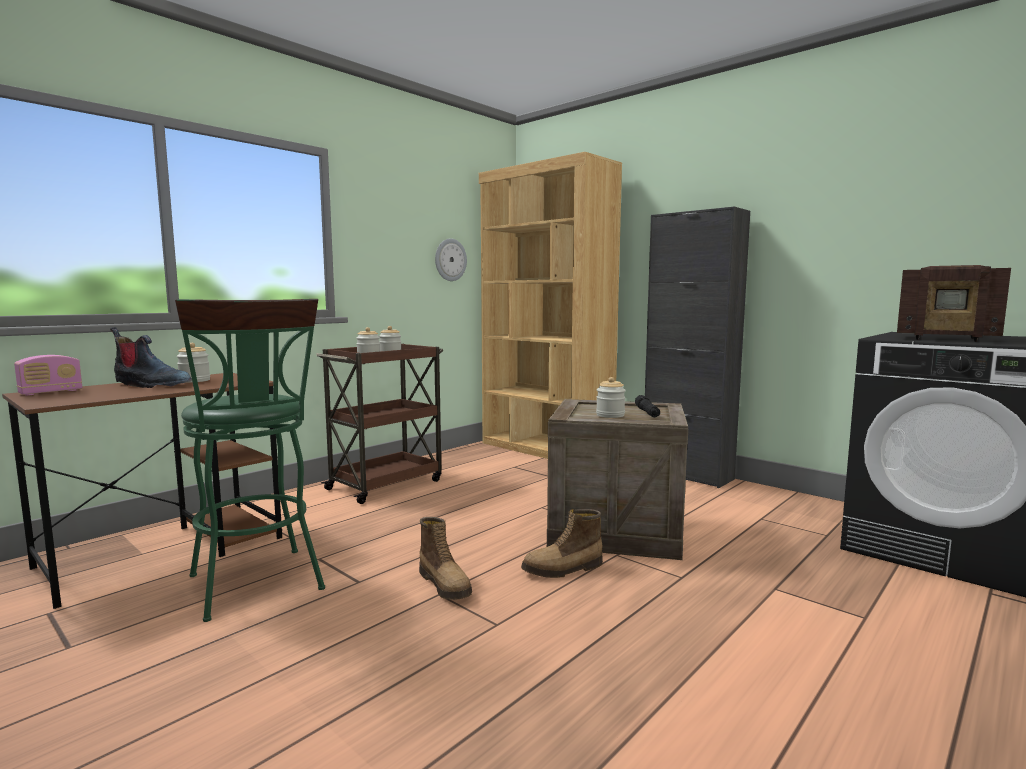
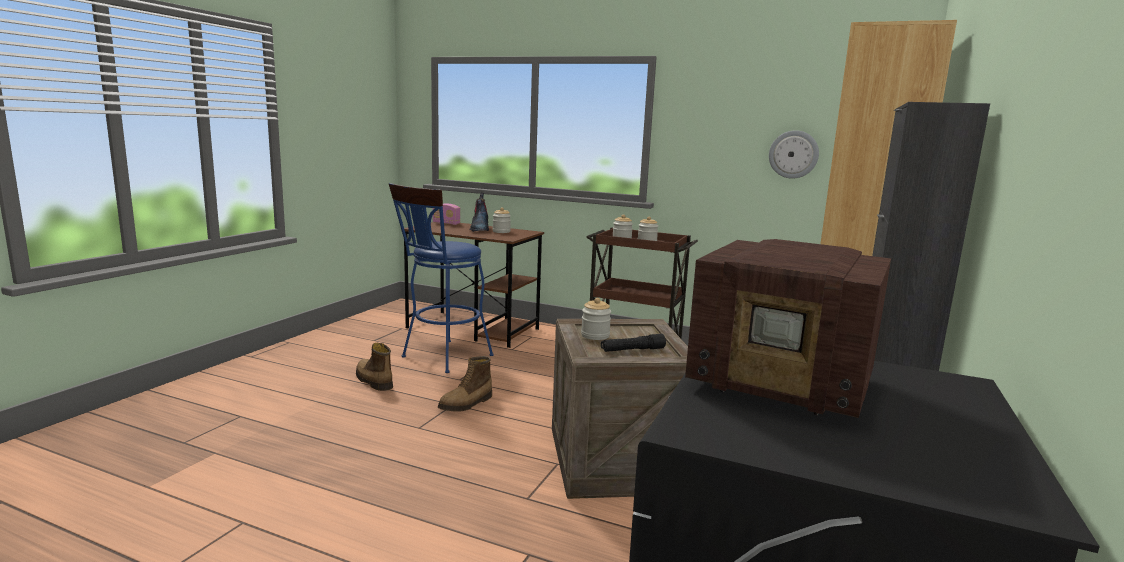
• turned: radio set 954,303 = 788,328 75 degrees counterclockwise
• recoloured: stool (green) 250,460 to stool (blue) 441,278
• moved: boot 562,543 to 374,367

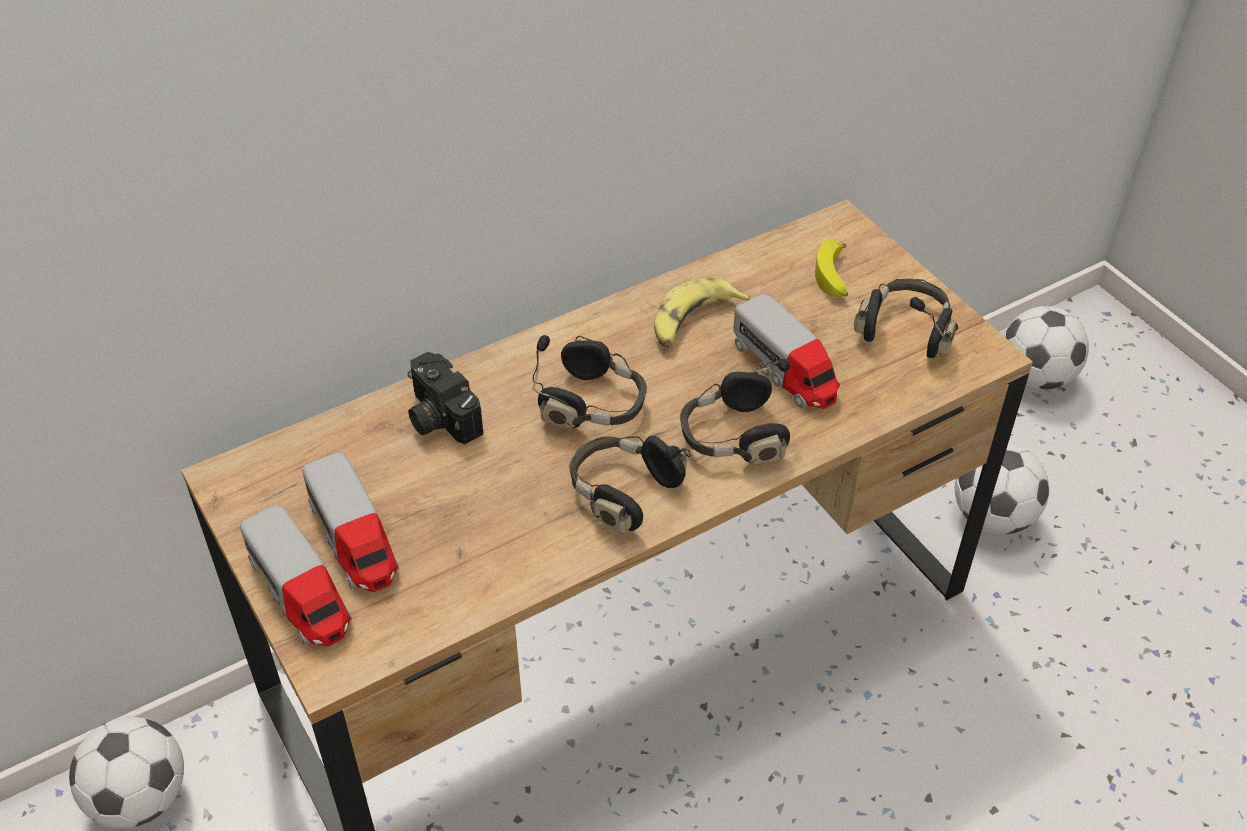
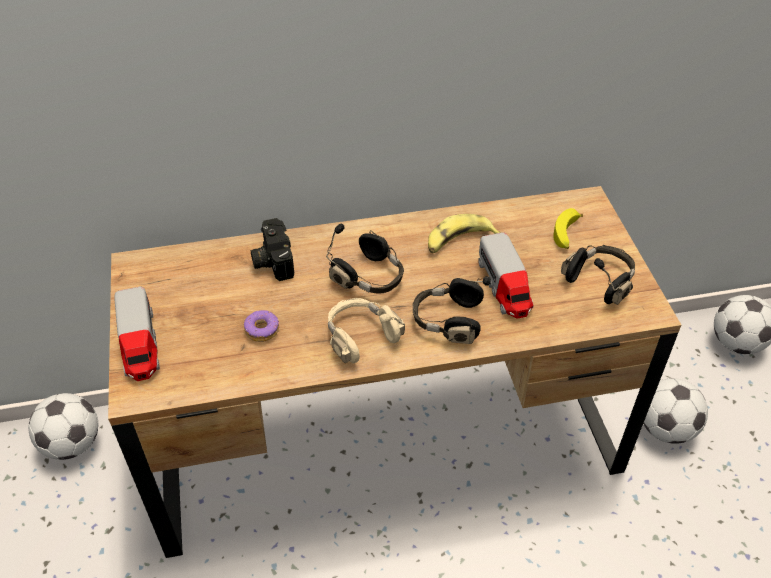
• recoloured: headset (blackish) 630,485 to headset (beige) 366,330
• removed: toy truck 350,522
• added: doughnut 261,326

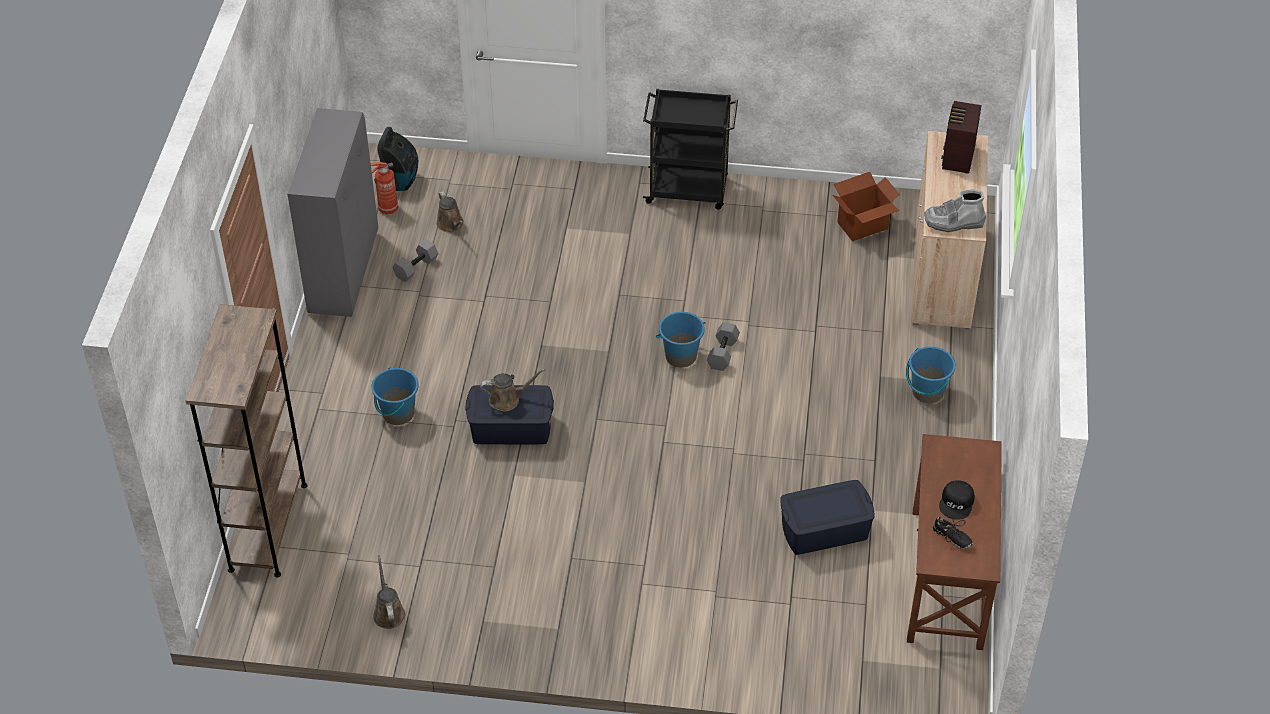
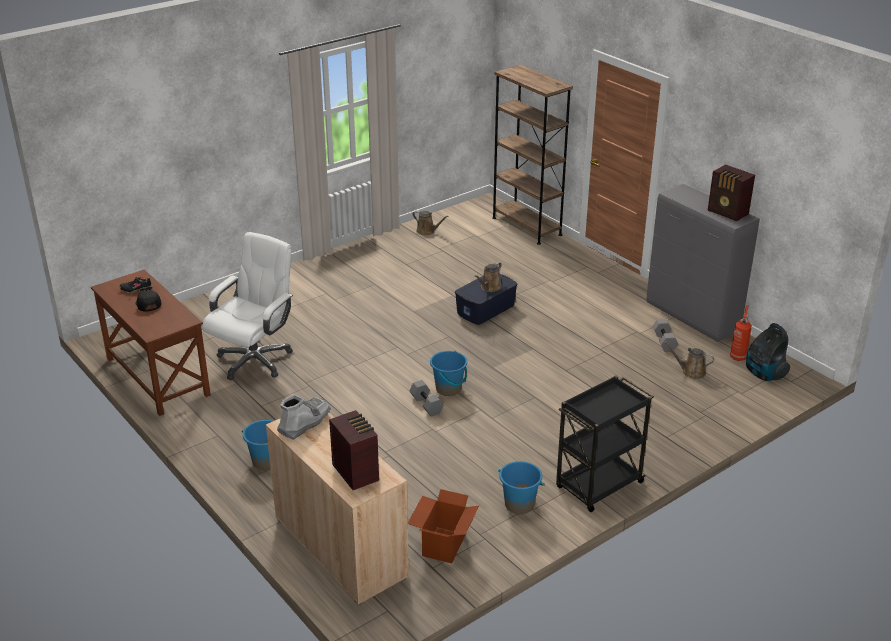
• moved: pail (blue) 395,396 to 521,487
• replaced: storage bin (blue) 827,517 to office chair (white-coloured) 247,306
• added: radio set 731,193

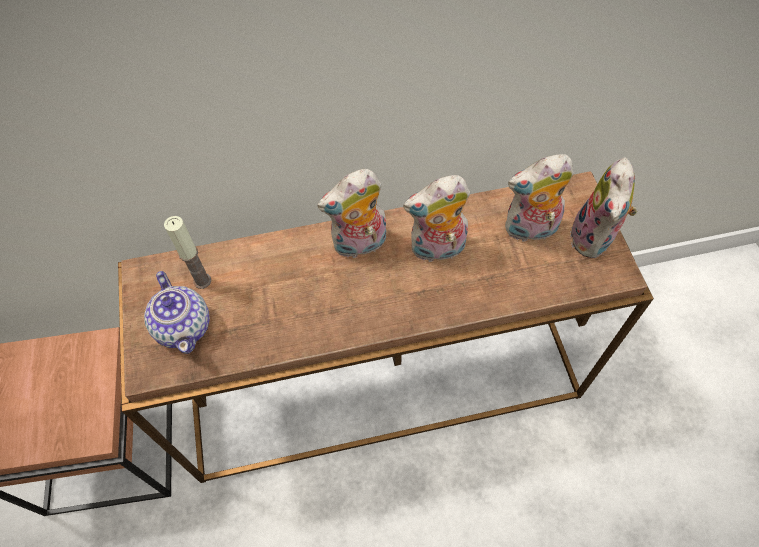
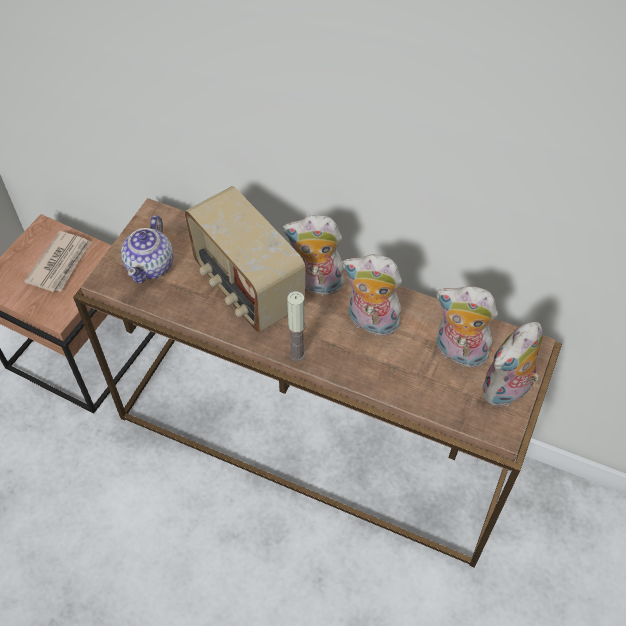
• moved: wax light 187,252 to 296,326
• added: radio set 244,259
• added: newspaper 57,261

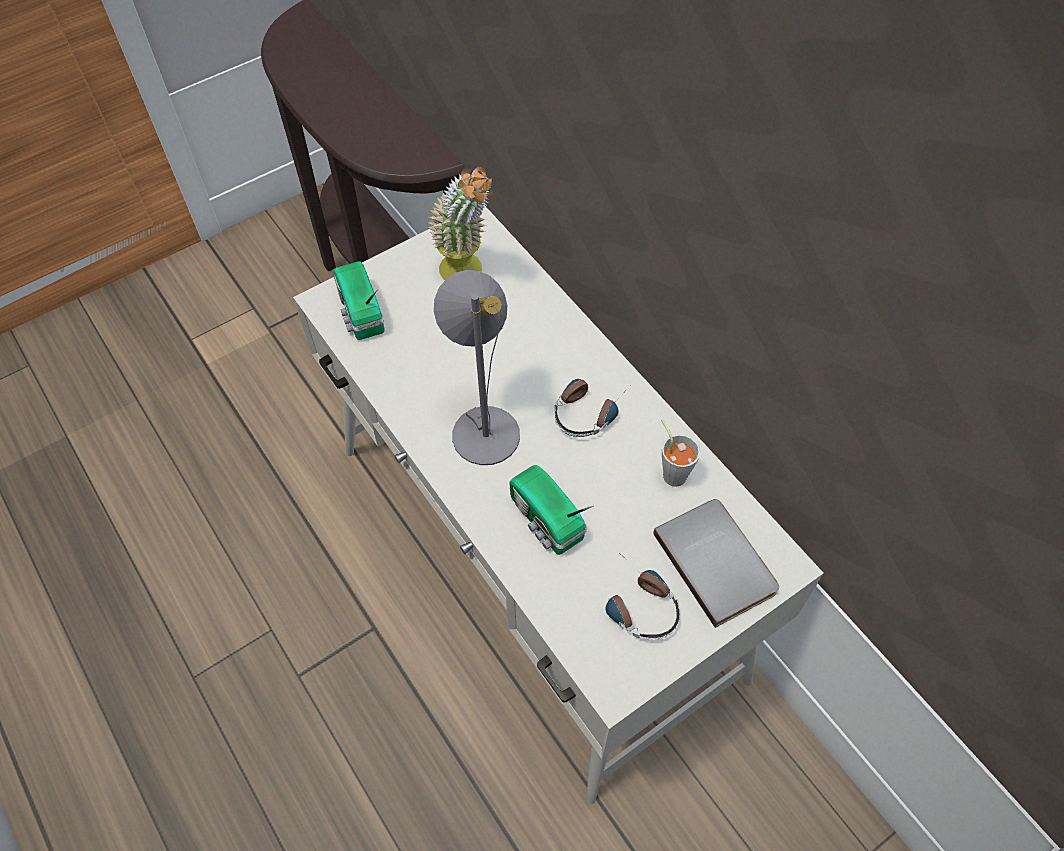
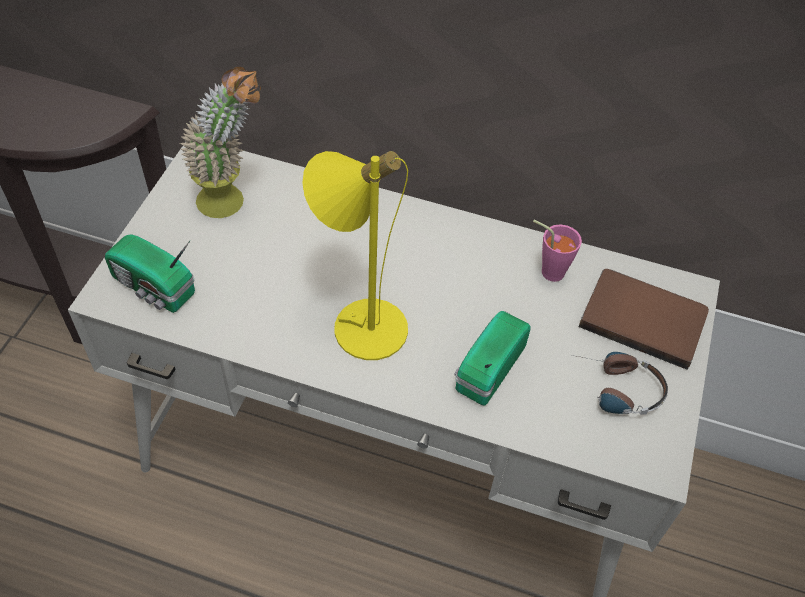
• recoloured: tabletop lamp (grey) 477,367 to tabletop lamp (yellow) 355,255
• removed: headset 592,408
• recoloured: cup (grey) 680,453 to cup (pinkish) 557,251
• turned: radio set 551,510 = 492,358 105 degrees clockwise
• recoloured: volume (grey) 716,563 to volume (brown-coloured) 644,319

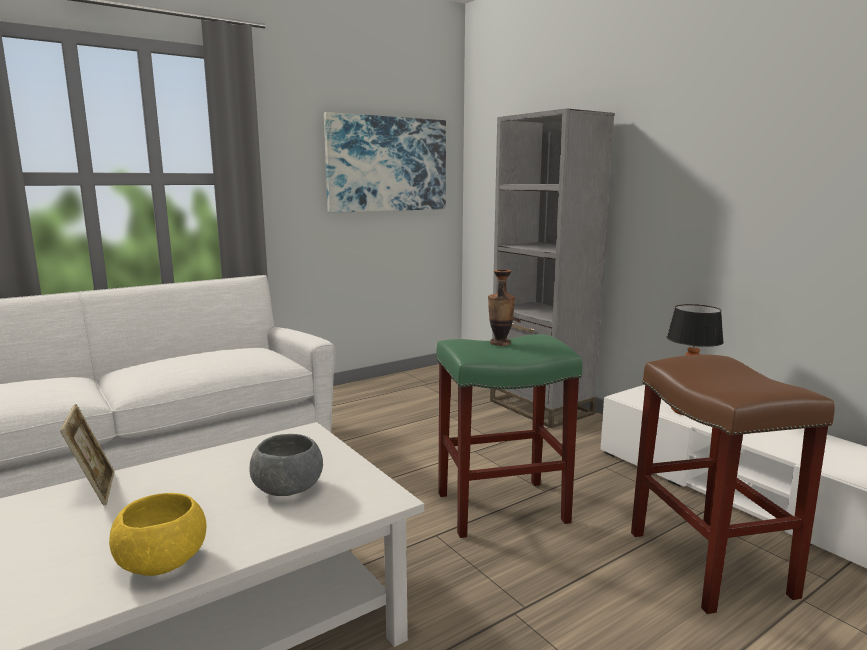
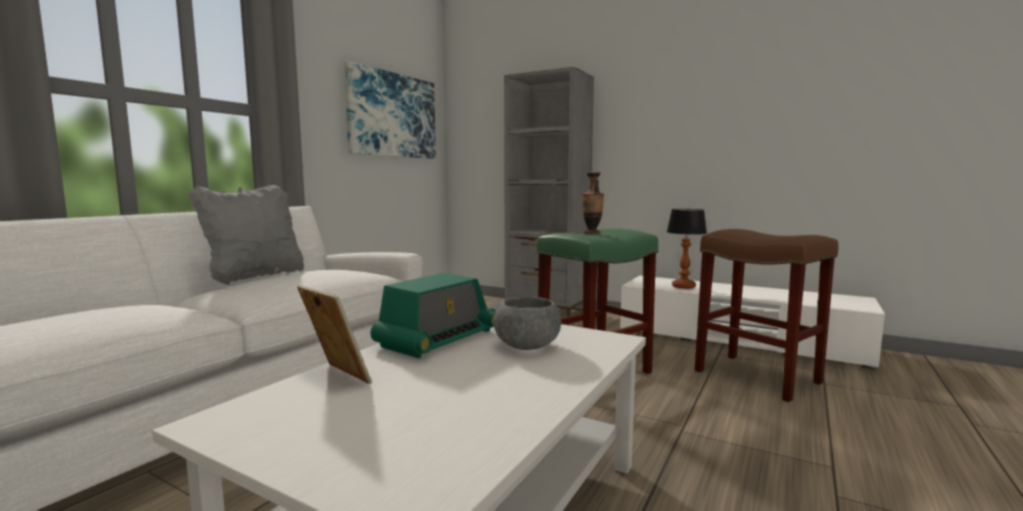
• removed: serving bowl (yellow) 157,534
• added: pillow (grey) 246,235
• added: radio set 433,315

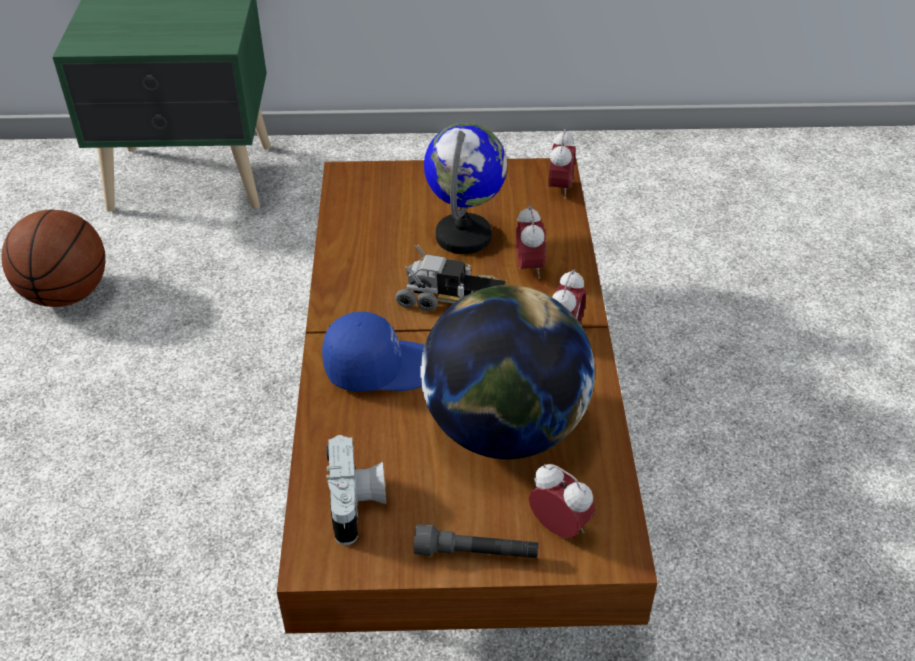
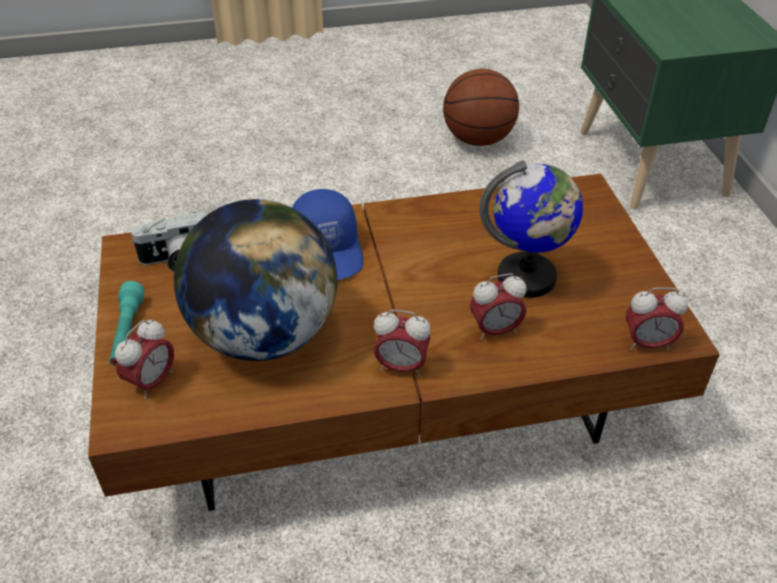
• removed: toy truck 451,278
• recoloured: hand torch (grey) 476,541 to hand torch (turquoise-coloured) 127,323

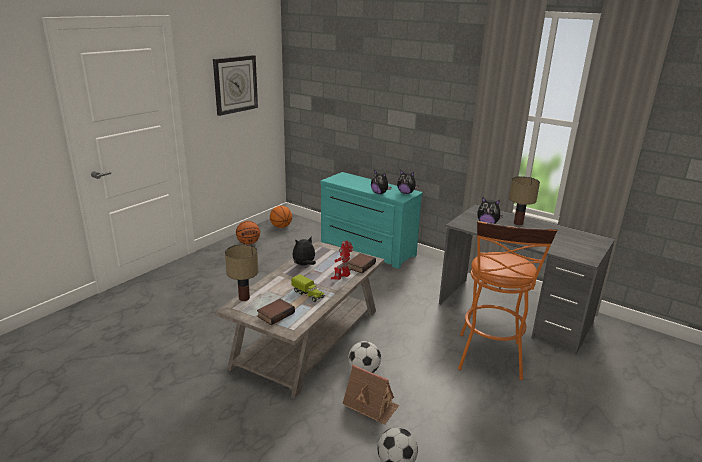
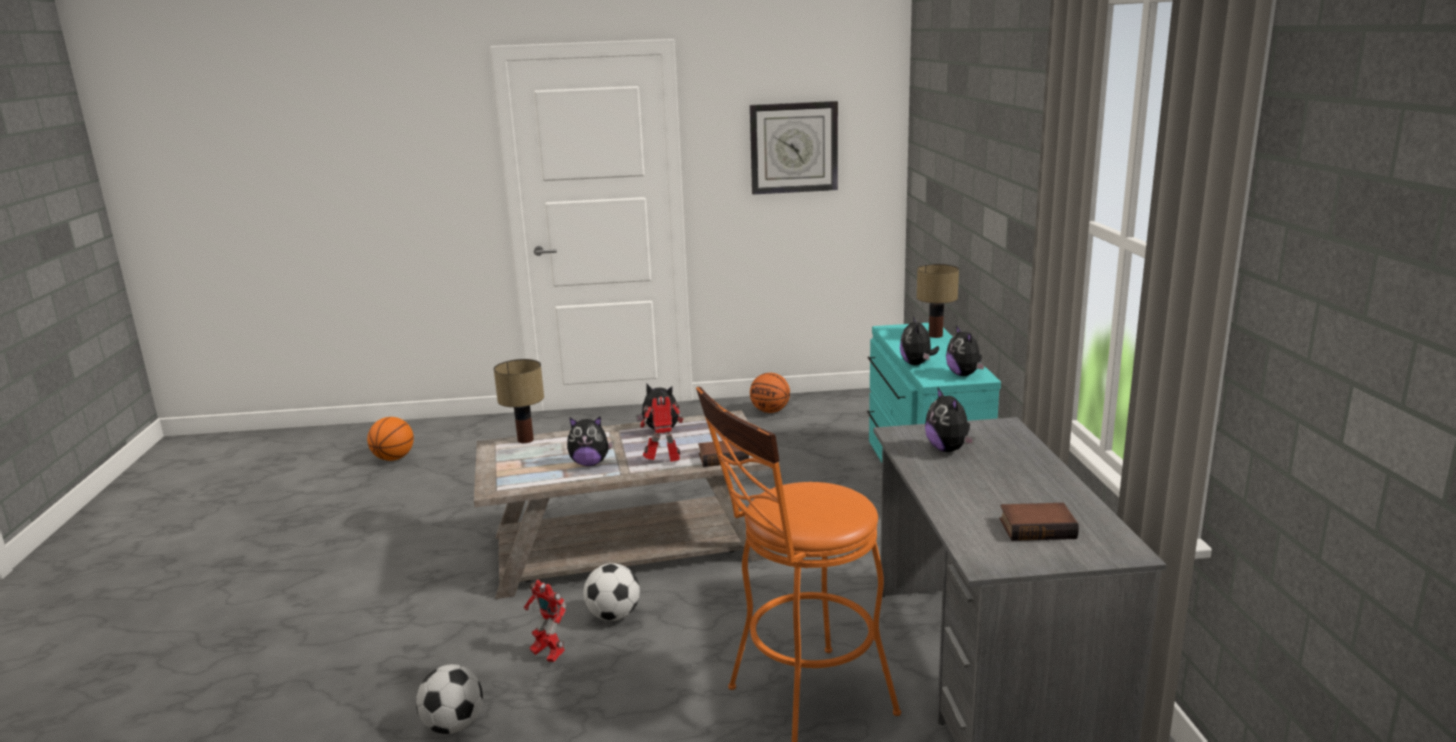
• moved: tabletop lamp 524,200 to 938,301
• moved: ball for basketball 281,217 to 390,439
• replaced: toy truck 308,288 to cuddly toy 590,441
• moved: volume 276,312 to 1039,522
• replaced: miniature house 370,395 to robot figure 545,621

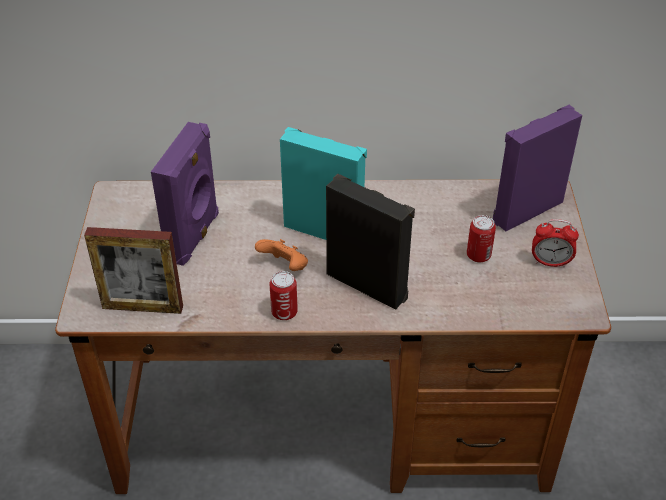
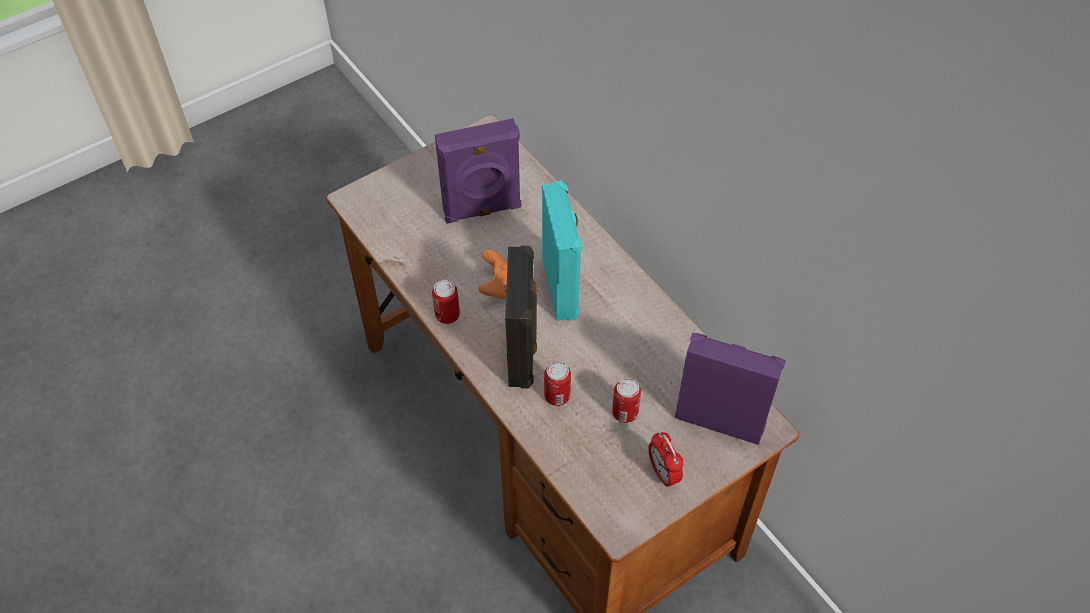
• removed: photo frame 133,270
• added: sealed can 557,383

